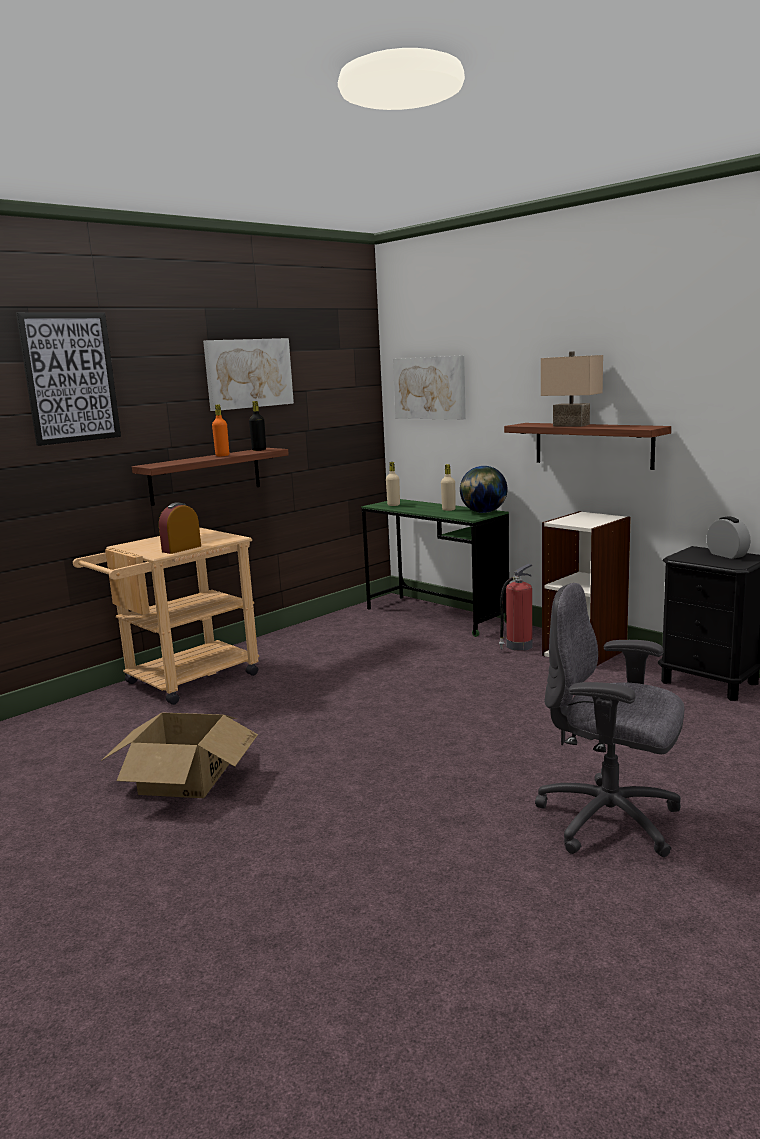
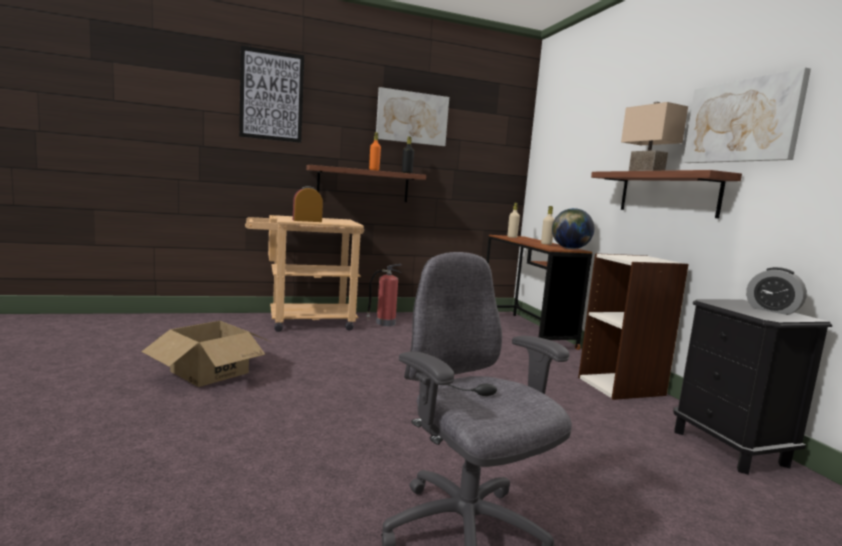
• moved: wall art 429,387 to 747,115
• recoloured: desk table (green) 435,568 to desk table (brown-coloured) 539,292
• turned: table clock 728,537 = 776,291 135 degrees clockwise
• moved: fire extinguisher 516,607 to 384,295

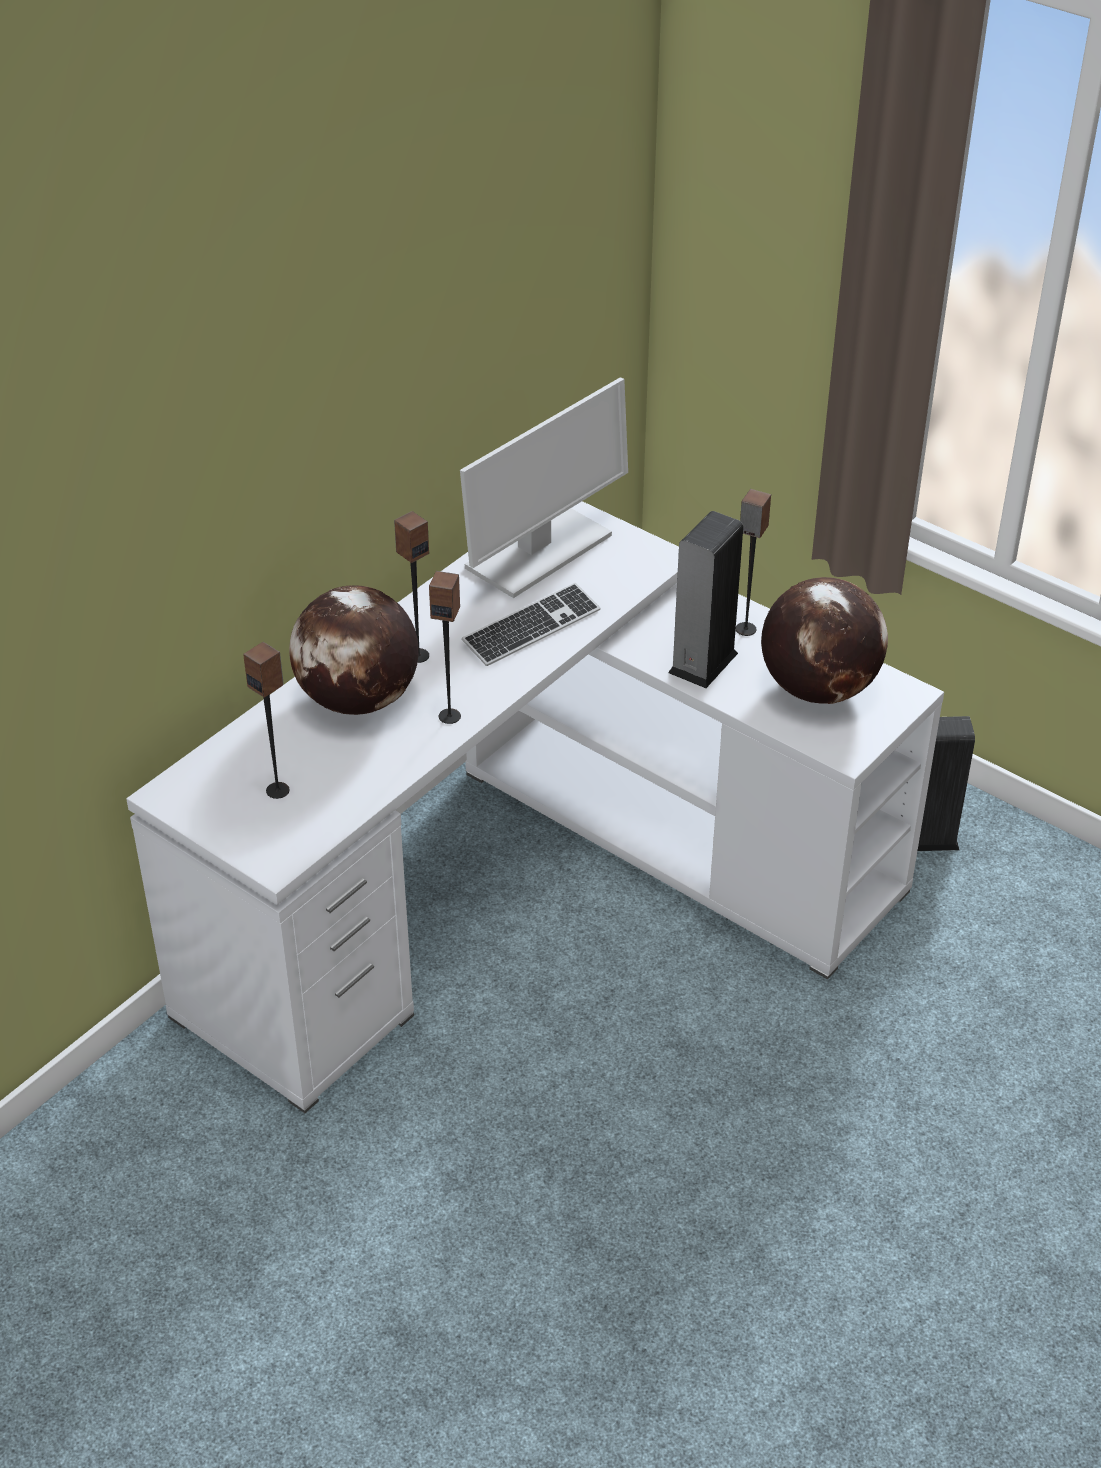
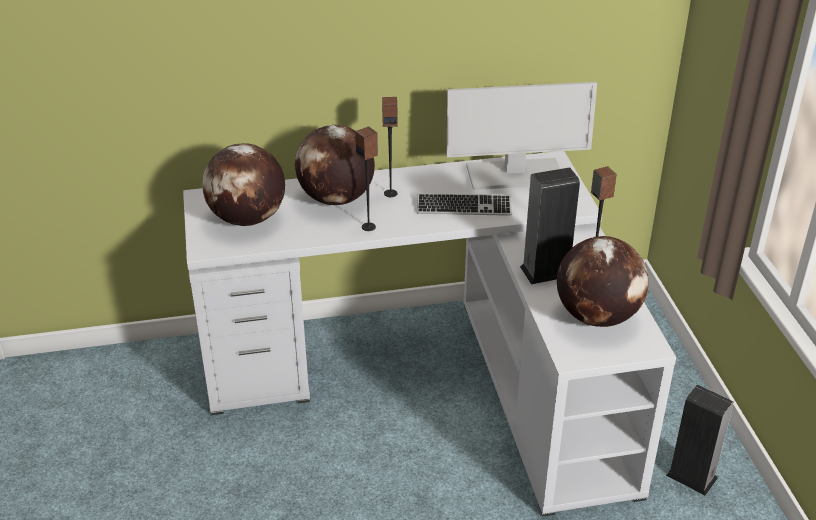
• replaced: audio speaker 266,720 to desk globe 243,184

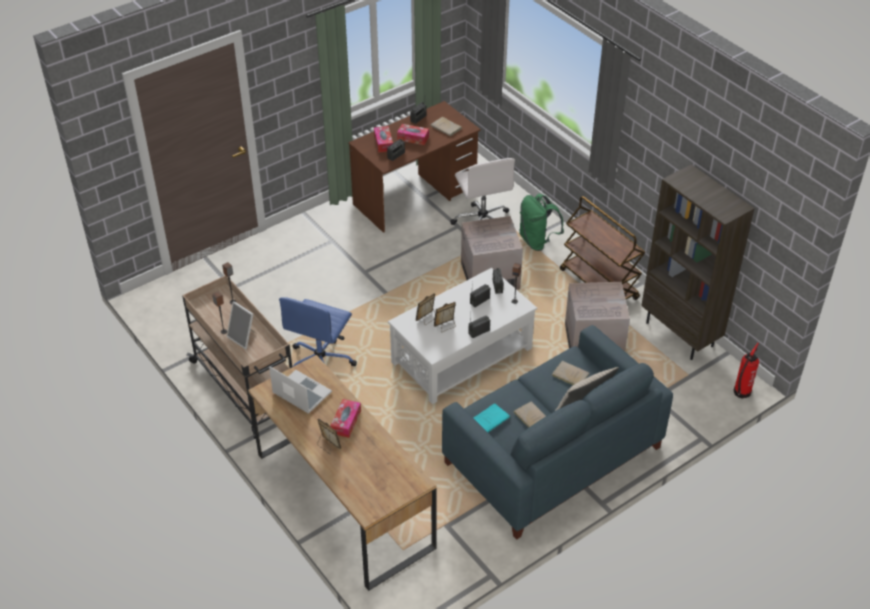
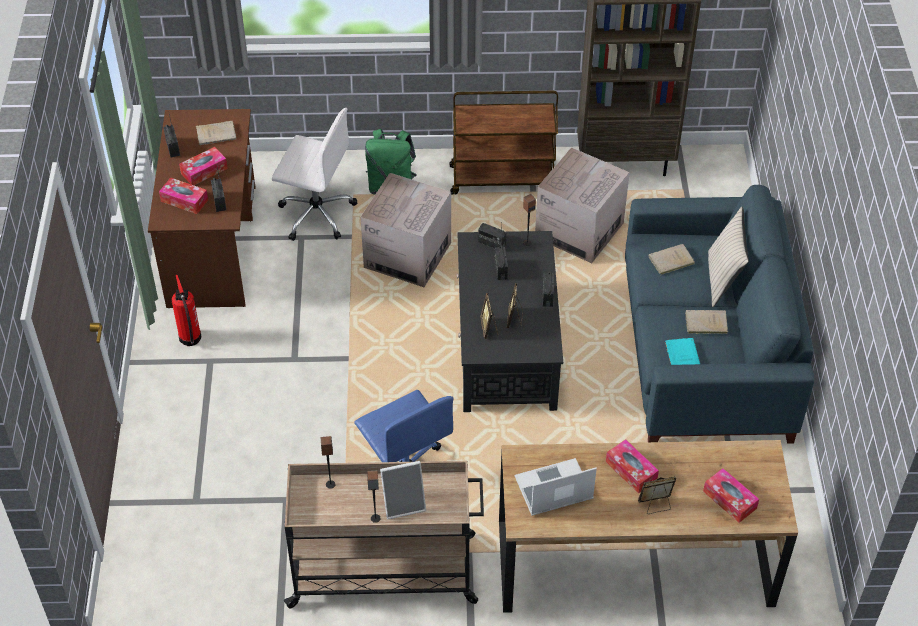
• recoloured: low table (white-coloured) 462,336 to low table (blackish) 509,321
• moved: fire extinguisher 746,371 to 186,310
• added: tissue box 731,495

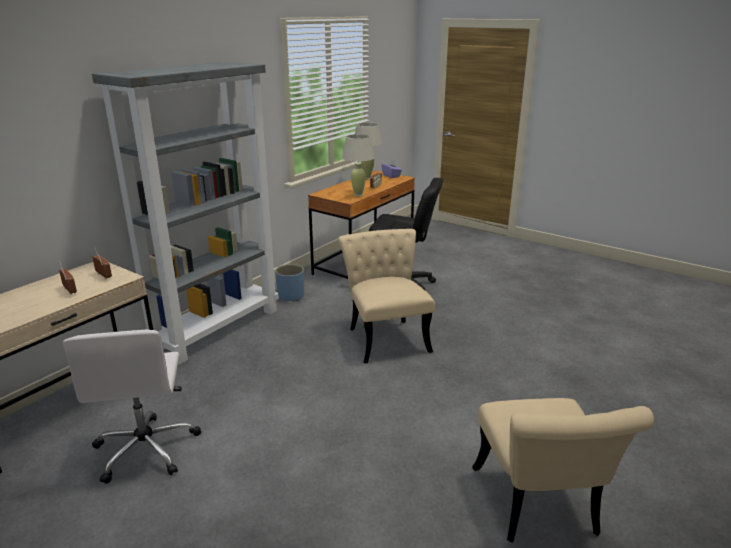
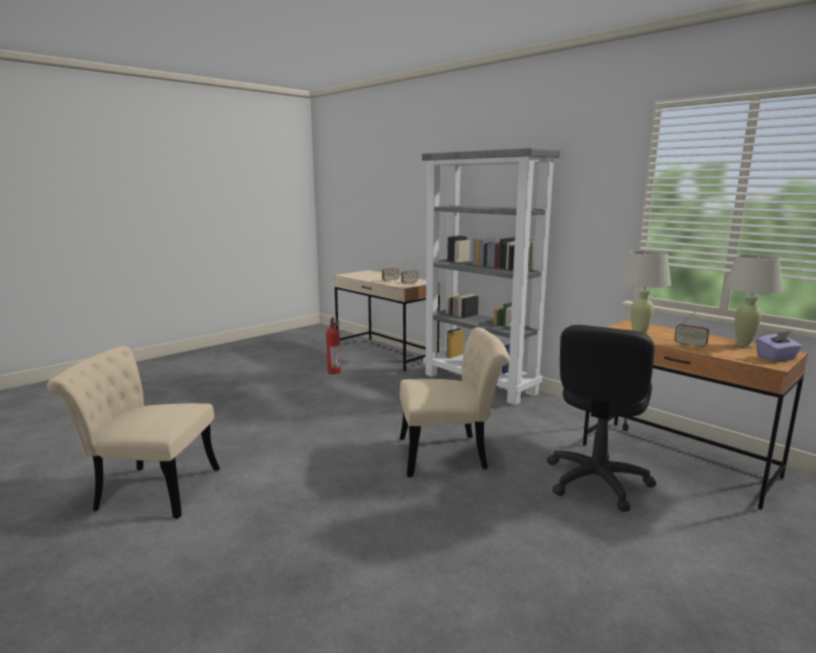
• removed: plant pot (blue) 289,282
• replaced: office chair (white-coloured) 132,407 to fire extinguisher 333,345

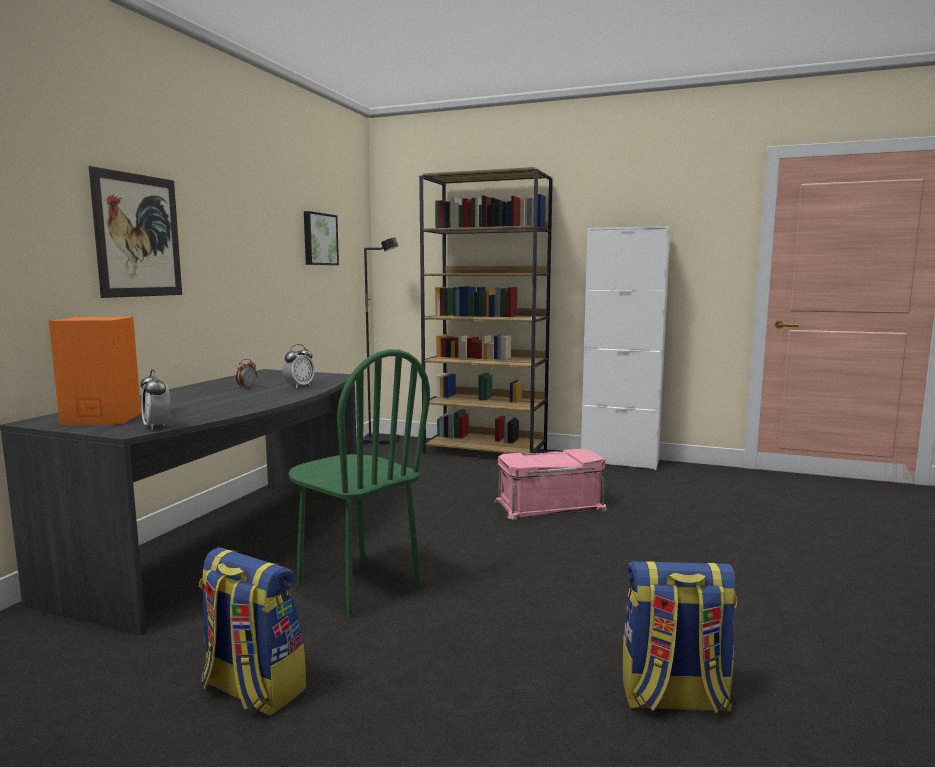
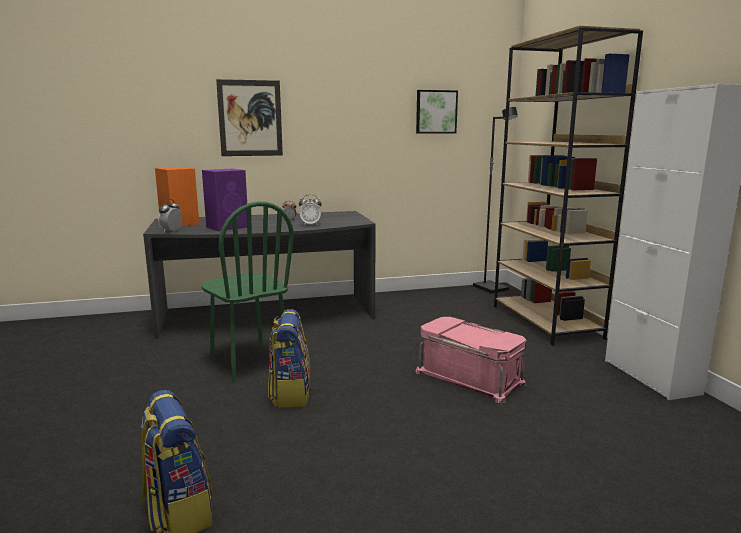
• turned: plain chair (green) 359,483 = 248,291 45 degrees counterclockwise
• moved: knapsack 252,631 to 289,358
• added: audio speaker (purple) 224,200

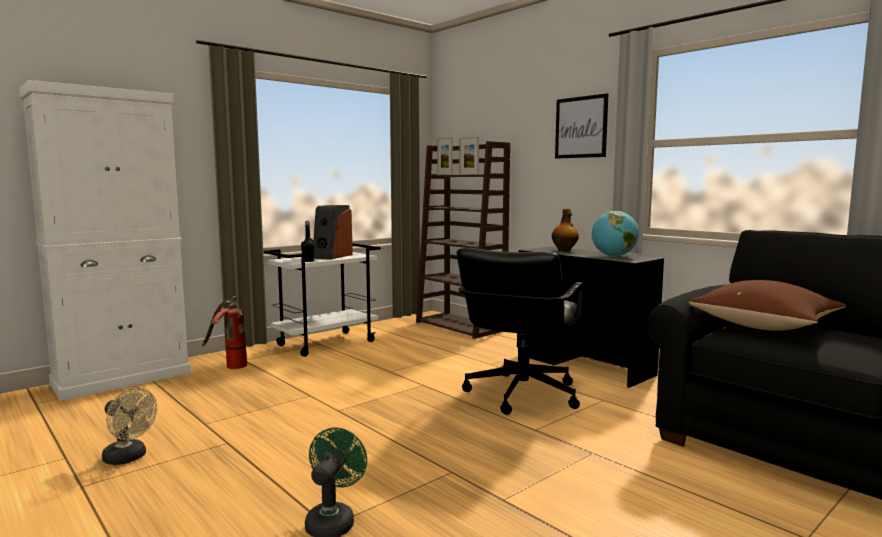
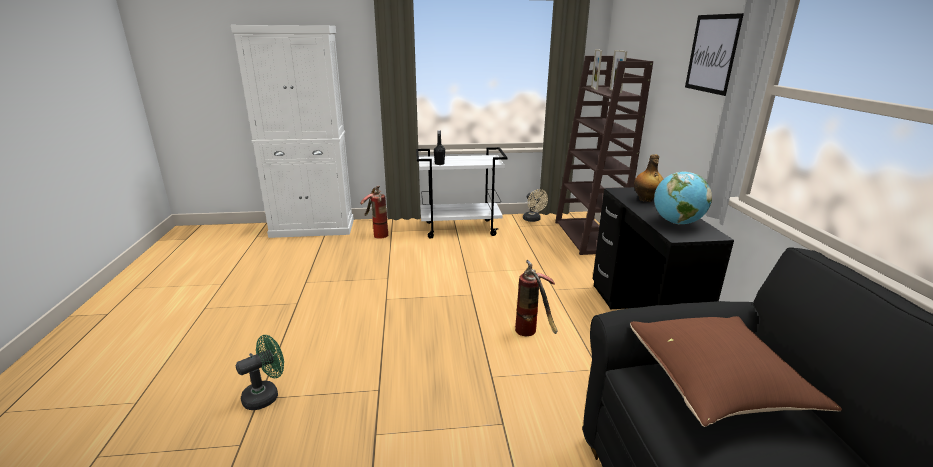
• removed: audio speaker 333,232
• replaced: office chair (blackish) 520,331 to fire extinguisher 536,298
• moved: fan (beige) 129,426 to 535,205

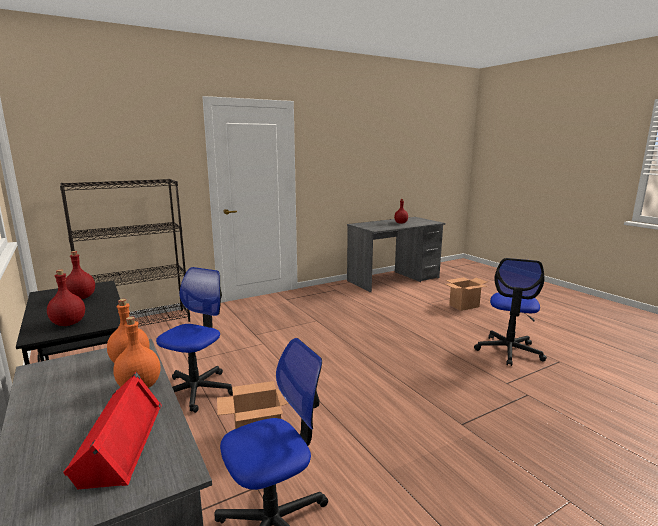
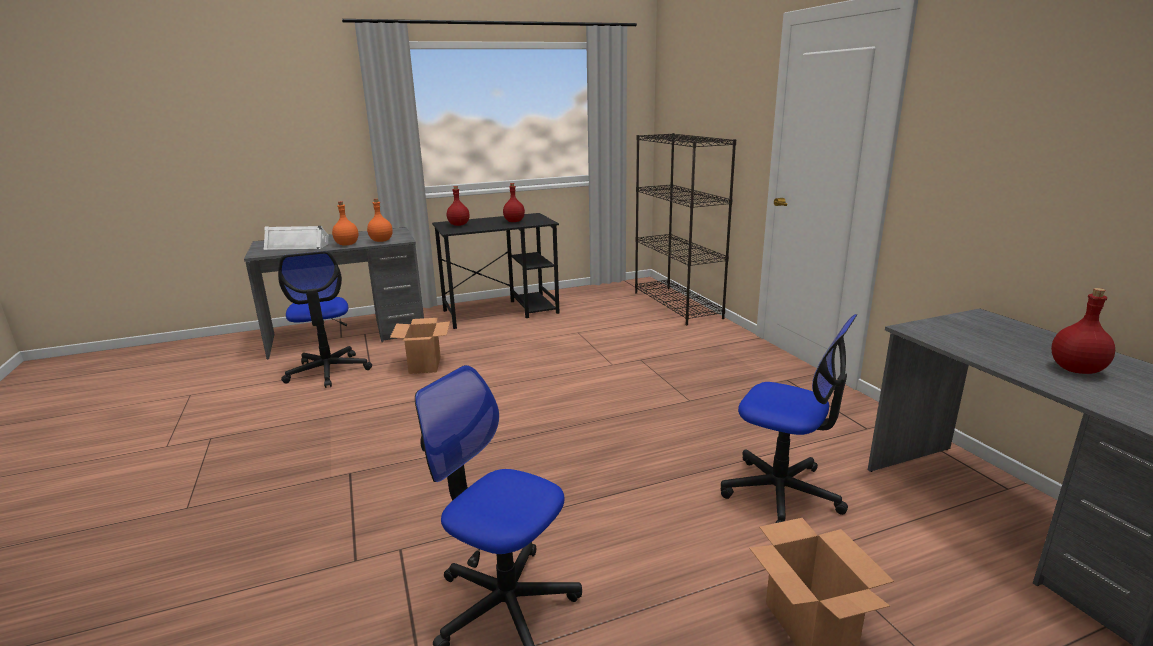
• moved: office chair 194,340 to 789,418
• recoloured: audio speaker (red) 112,430 to audio speaker (white-coloured) 296,238

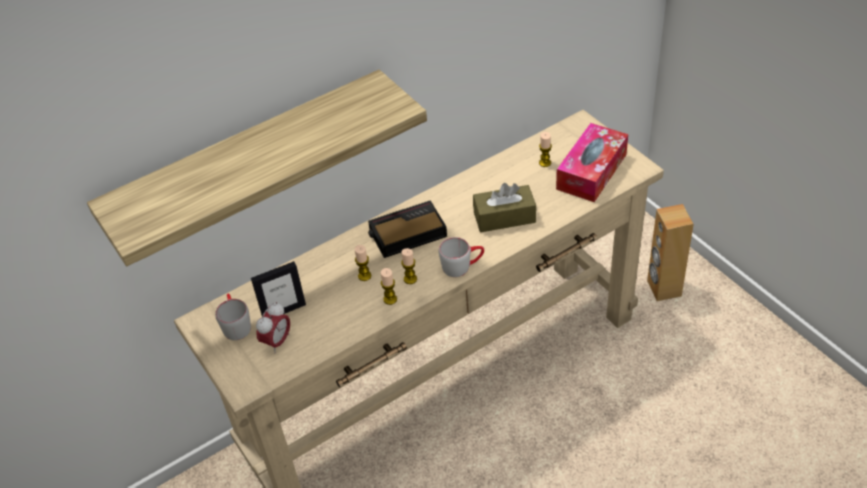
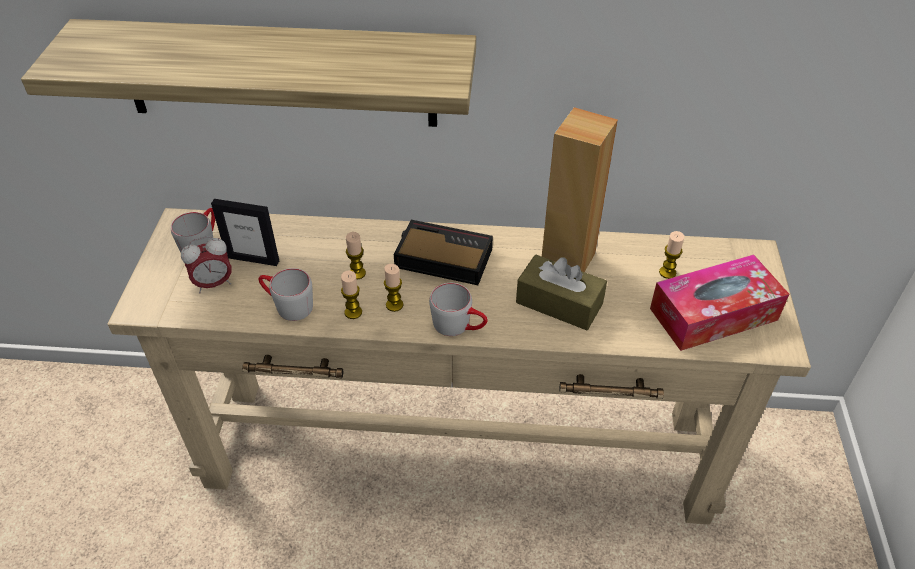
• moved: audio speaker (brown-coloured) 670,252 to 580,189
• added: coffee mug (grey) 285,294

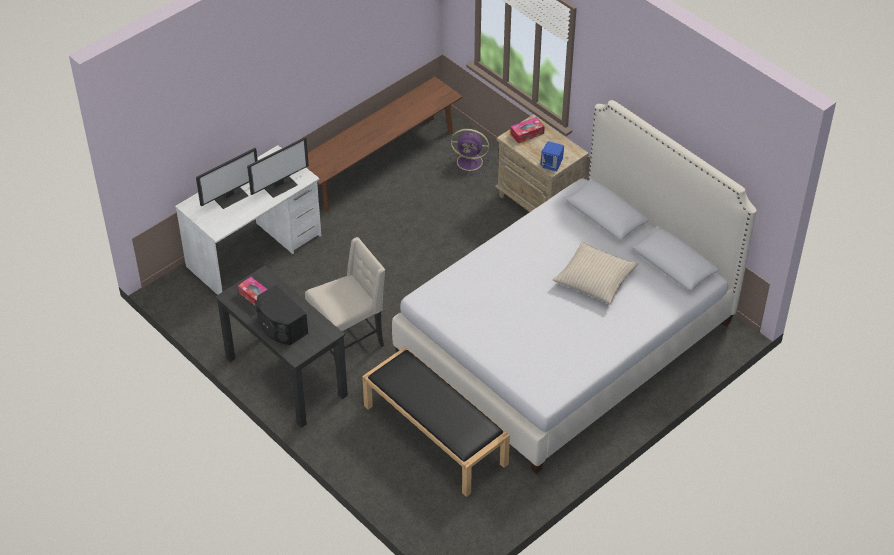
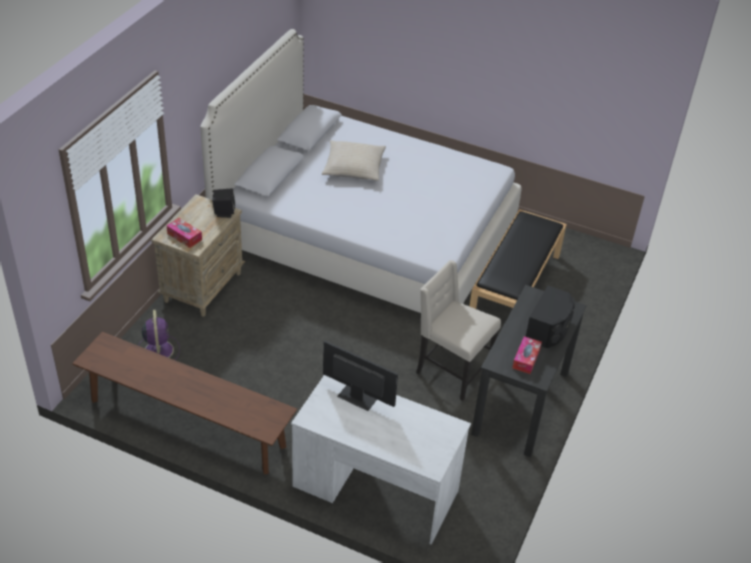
• recoloured: audio speaker (blue) 552,156 to audio speaker (blackish) 224,203
• removed: computer display 227,178

